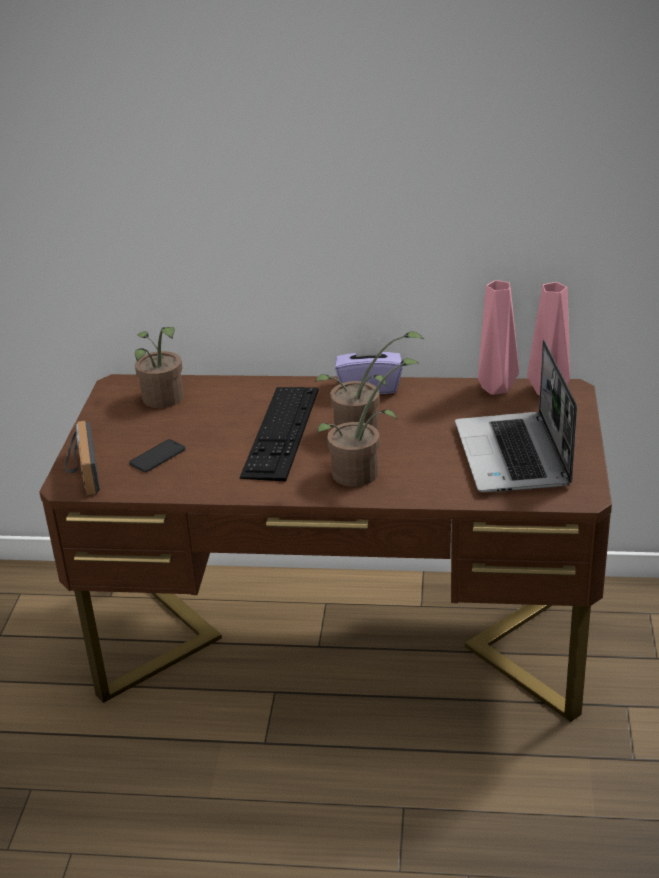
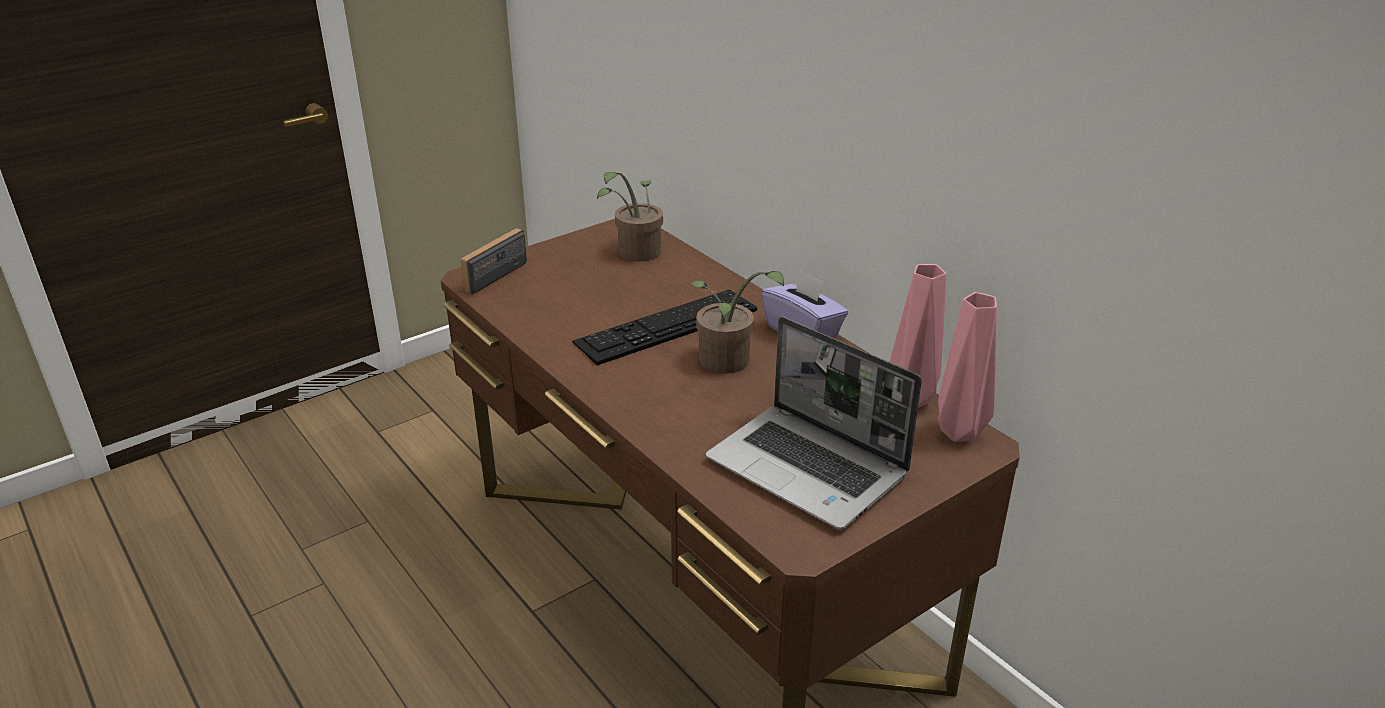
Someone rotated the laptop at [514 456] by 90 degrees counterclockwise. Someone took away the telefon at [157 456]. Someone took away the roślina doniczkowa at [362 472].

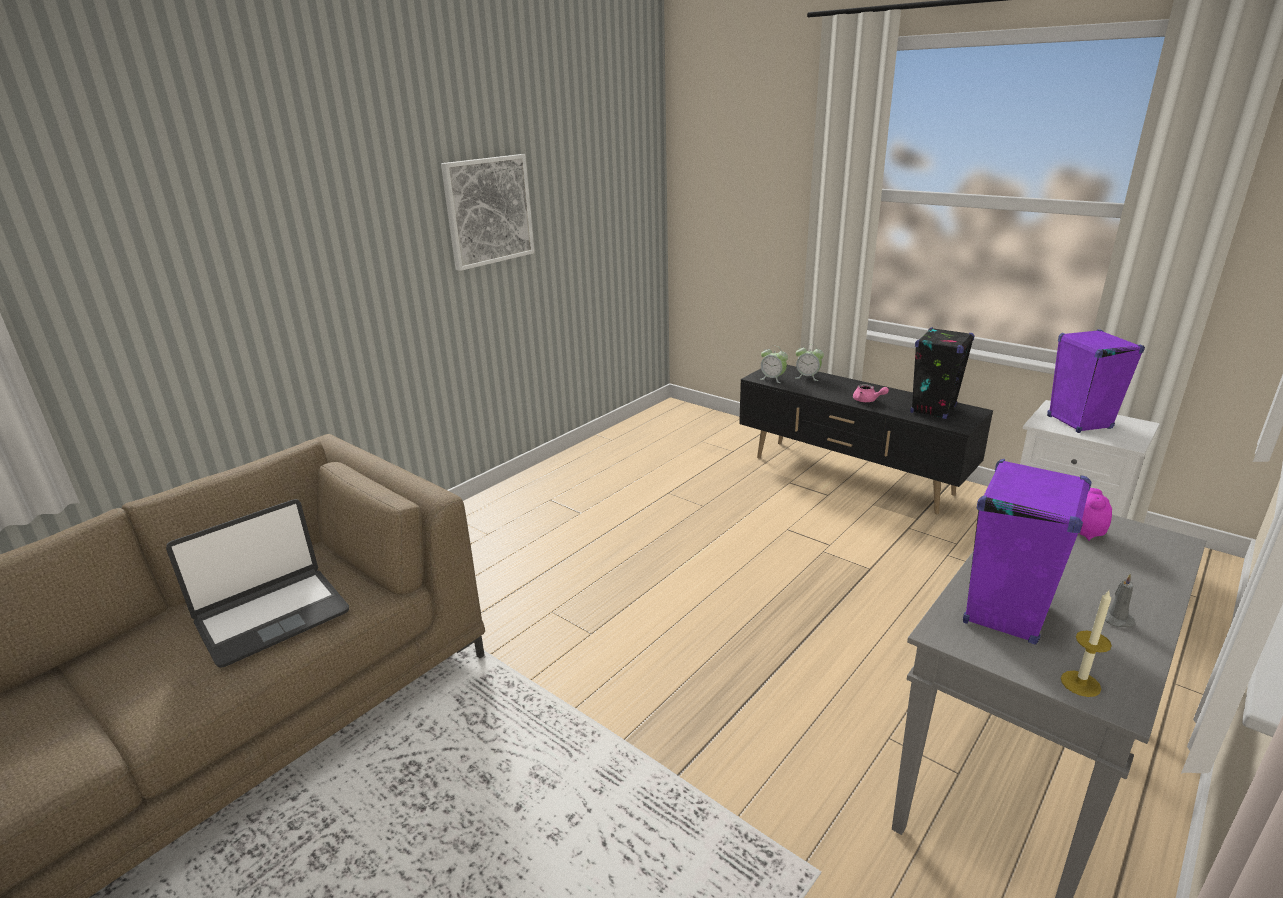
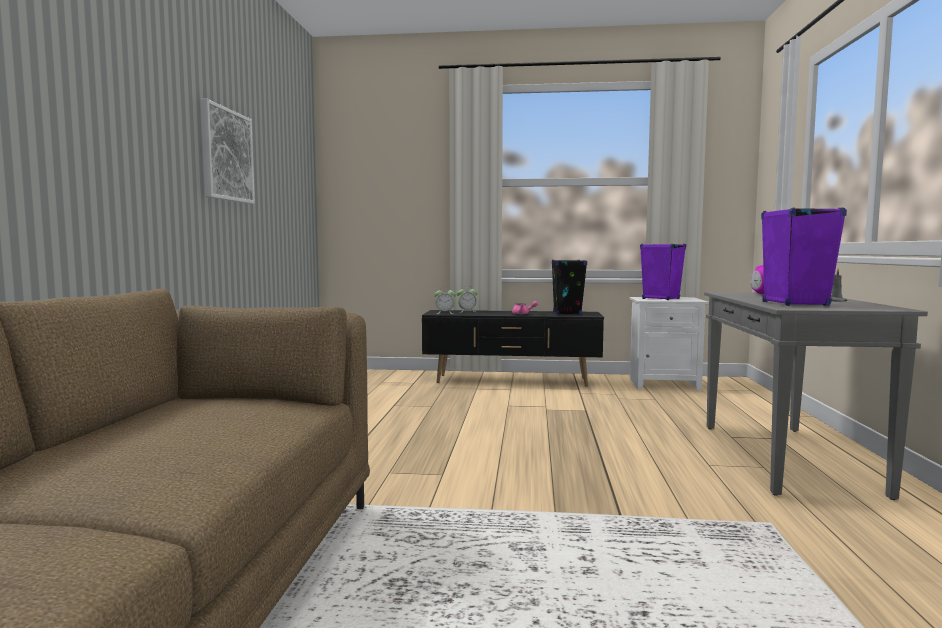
Someone took away the laptop at [272 616]. Someone took away the świeca at [1080 683].

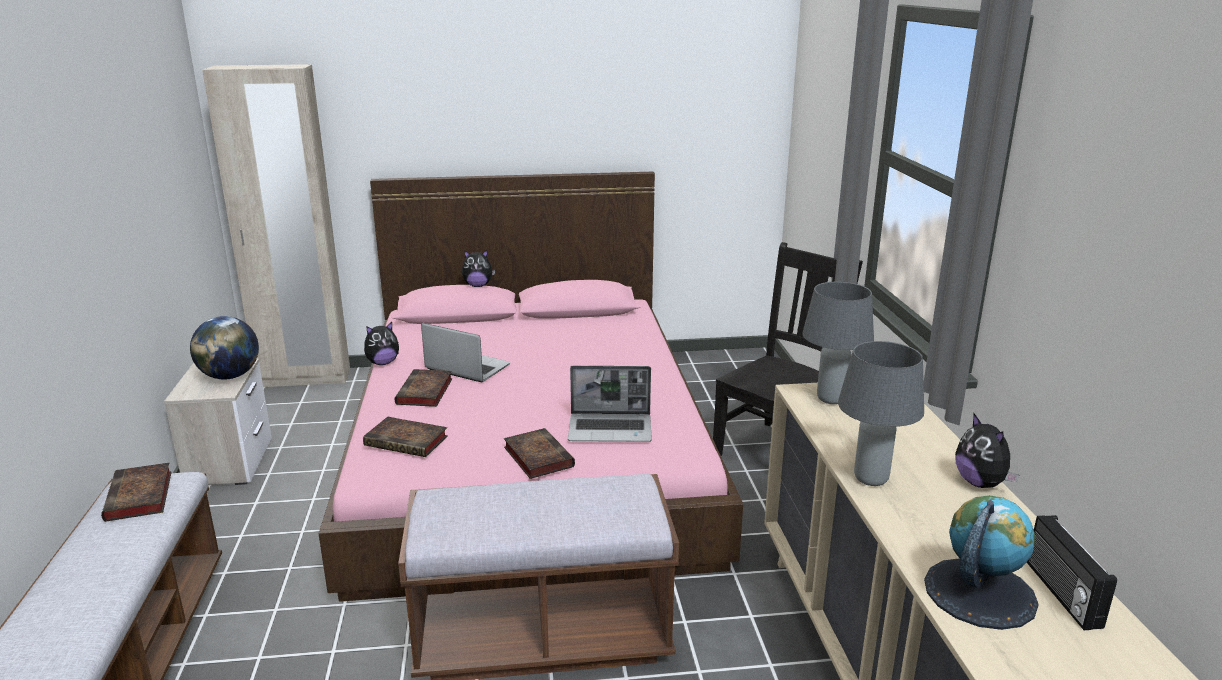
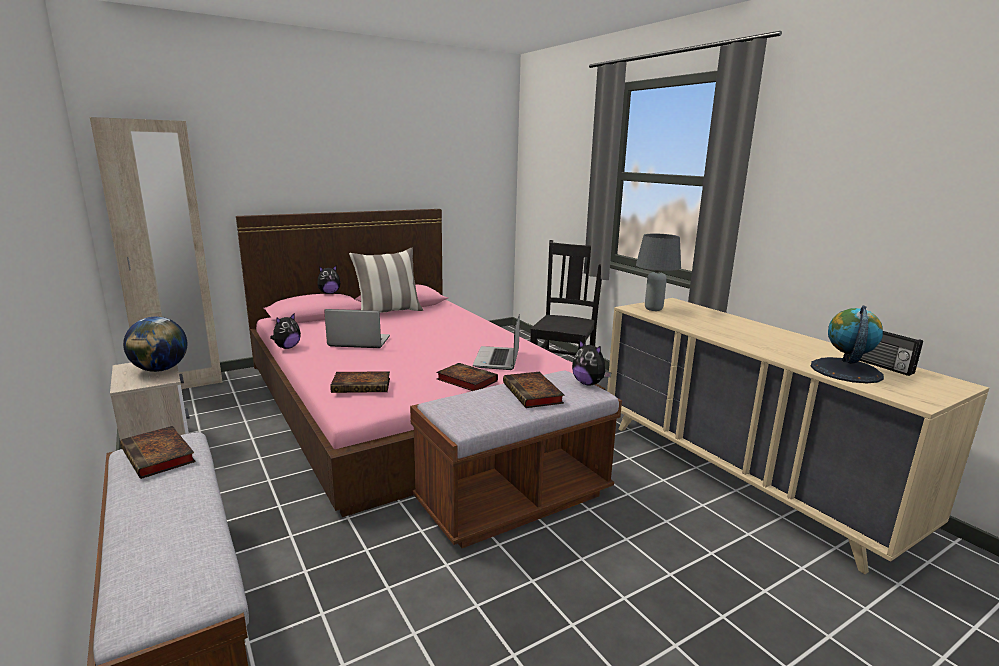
Someone put down the poduszka at [388 312]. Someone rotated the laptop at [611 429] by 120 degrees clockwise. Someone carried the książka from [425 392] to [533 394]. Someone carried the pluszak from [981 483] to [588 383]. Someone took away the lampa stołowa [szary] at [870 478].

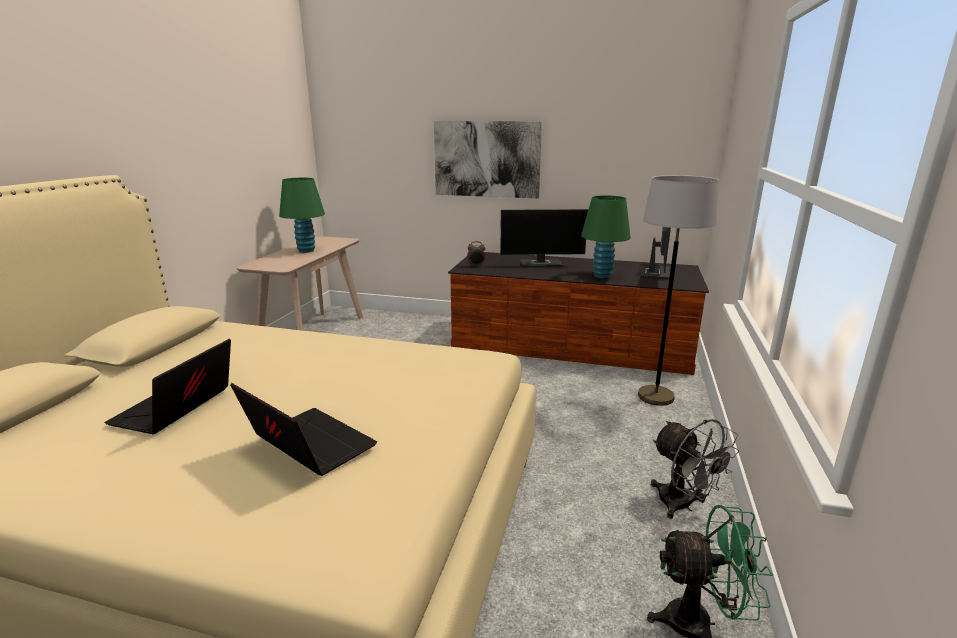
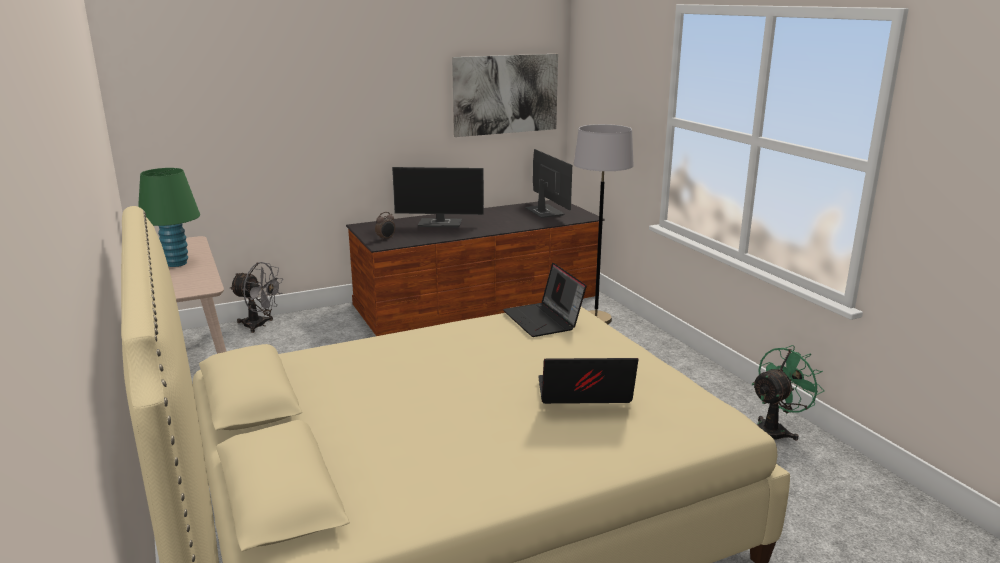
Someone carried the wentylator [szary] from [683 505] to [260 325]. Someone rotated the monitor at [542 264] by 45 degrees clockwise. Someone carried the obraz from [486 159] to [506 94]. Someone carried the laptop from [176 409] to [544 320]. Someone took away the lampa stołowa [zielony] at [602 276].

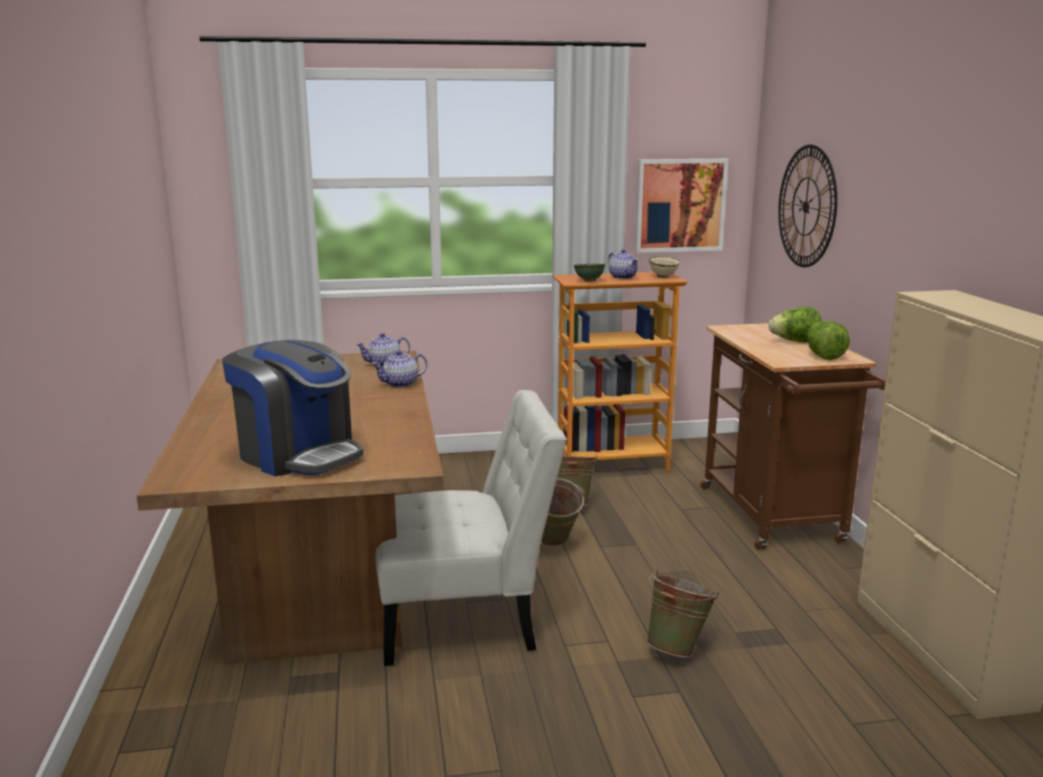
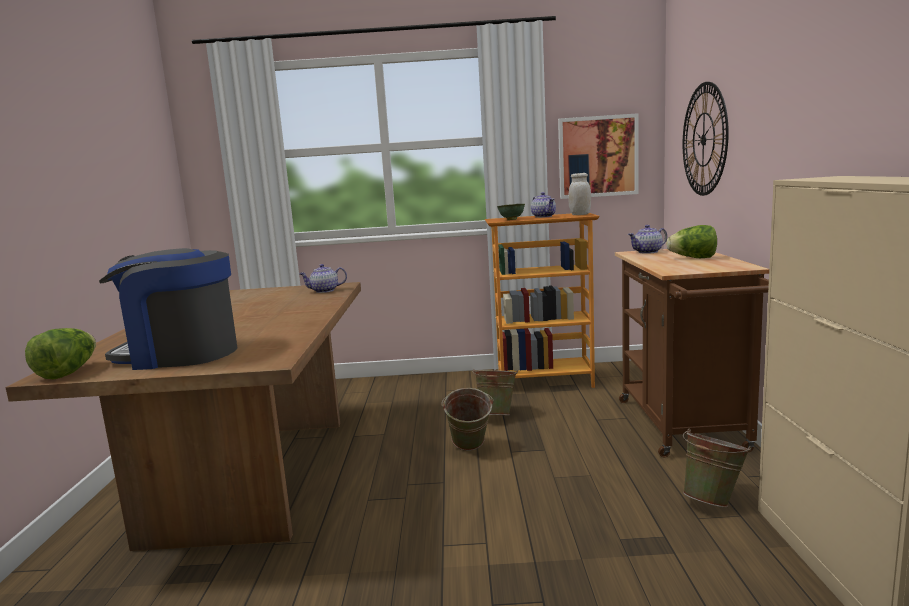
Someone carried the sałata from [823 356] to [68 372]. Someone rotated the ekspres do kawy at [298 455] by 135 degrees clockwise. Someone swapped the miska [beżowy] at [663 277] for the słoik [biały] at [580 214]. Someone carried the imbryk from [400 384] to [647 252]. Someone carried the wiadro [zielony] from [678 648] to [713 500]. Someone took away the krzesło [biały] at [465 619].

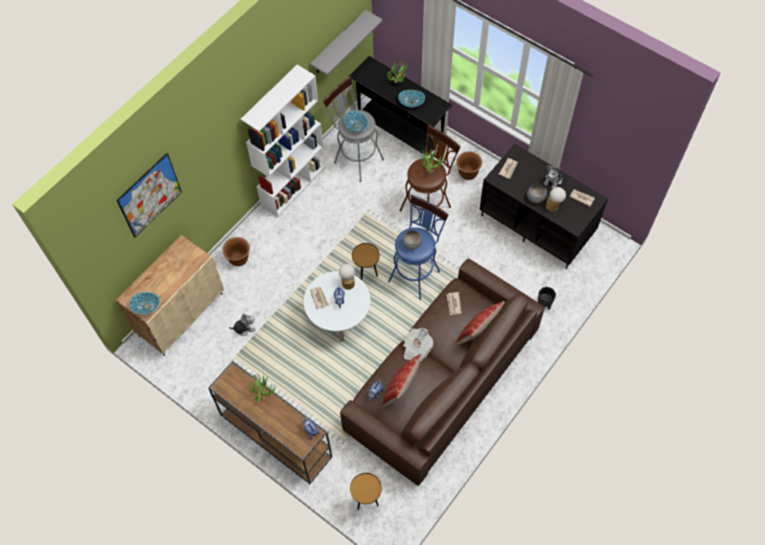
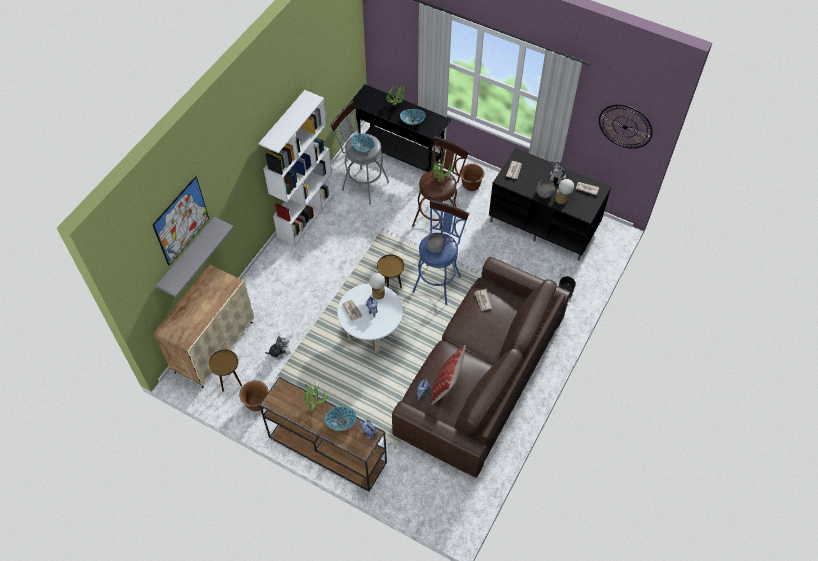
Someone carried the półka [szary] from [338 43] to [188 257]. Someone carried the stolik [brązowy] from [367 501] to [231 383]. Someone carried the donica [brązowy] from [239 259] to [257 403]. Someone carried the miska from [146 306] to [341 422]. Someone put up the zegar ścienny at [625 126]. Someone took away the gazeta at [416 348]. Someone took away the poduszka at [477 333].

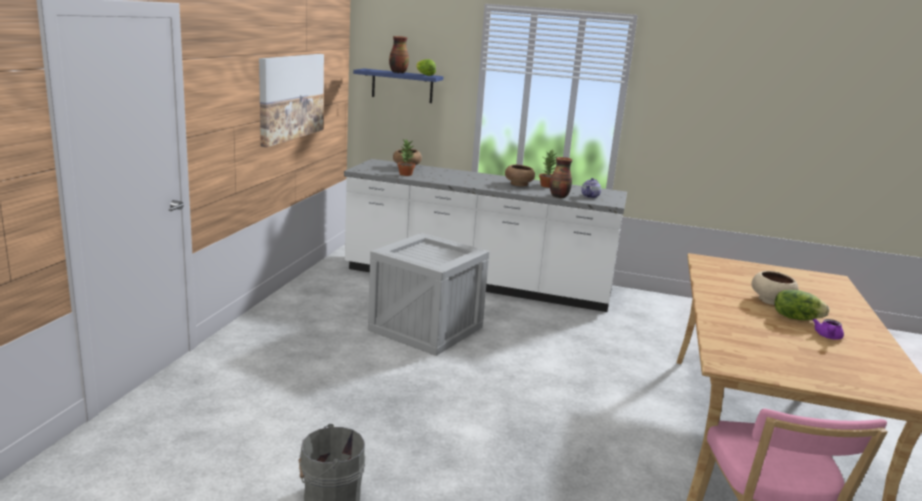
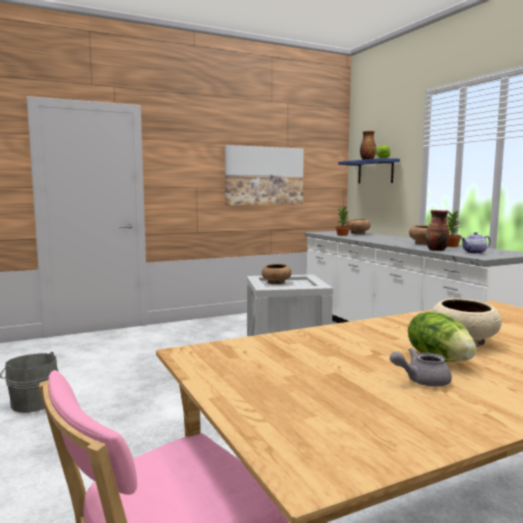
Someone put down the miska [brązowy] at [276 283]. Someone repainted the imbryk [fioletowy] at [827 337], which became the imbryk [szary] at [421 381].

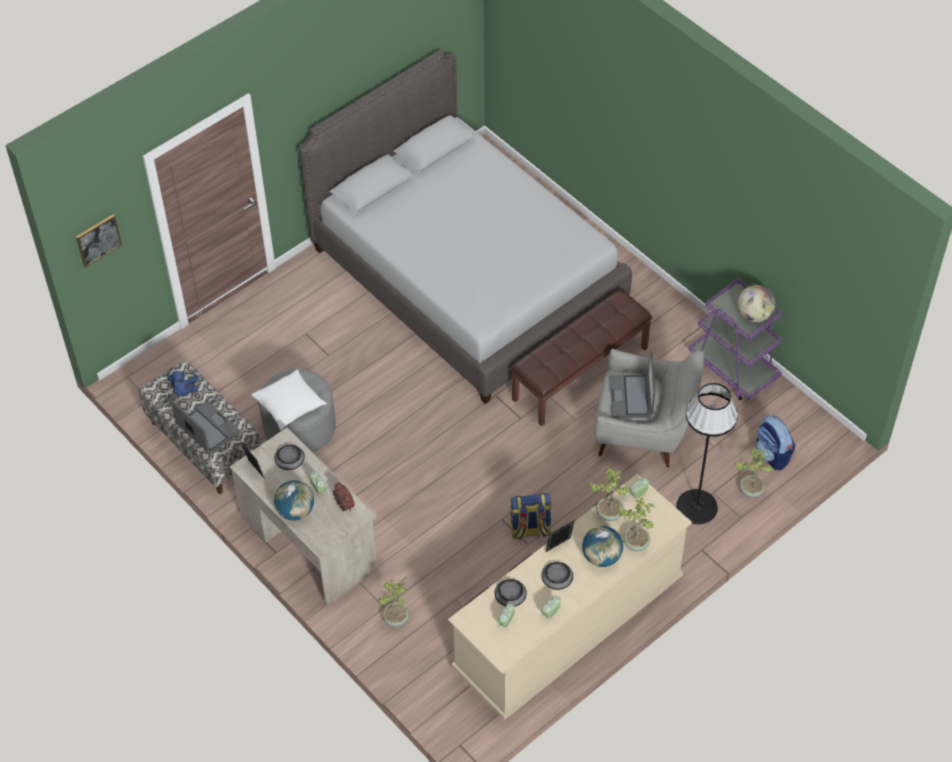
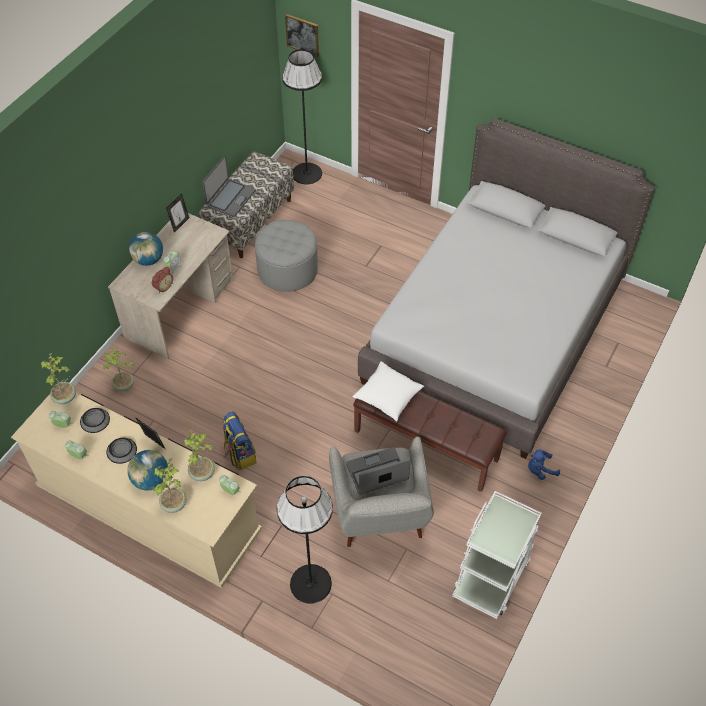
Someone carried the roślina doniczkowa from [751 490] to [65 397]. Someone put down the lampa stojąca [czarny] at [307 173]. Someone carried the poduszka [biały] from [290 406] to [387 397]. Someone repainted the wózek [fioletowy] at [733 368], which became the wózek [biały] at [492 575]. Someone carried the pluszak [niebieski] from [184 390] to [540 470]. Someone took away the miska at [289 457]. Someone took away the globus at [754 315]. Someone took away the plecak at [772 455].

